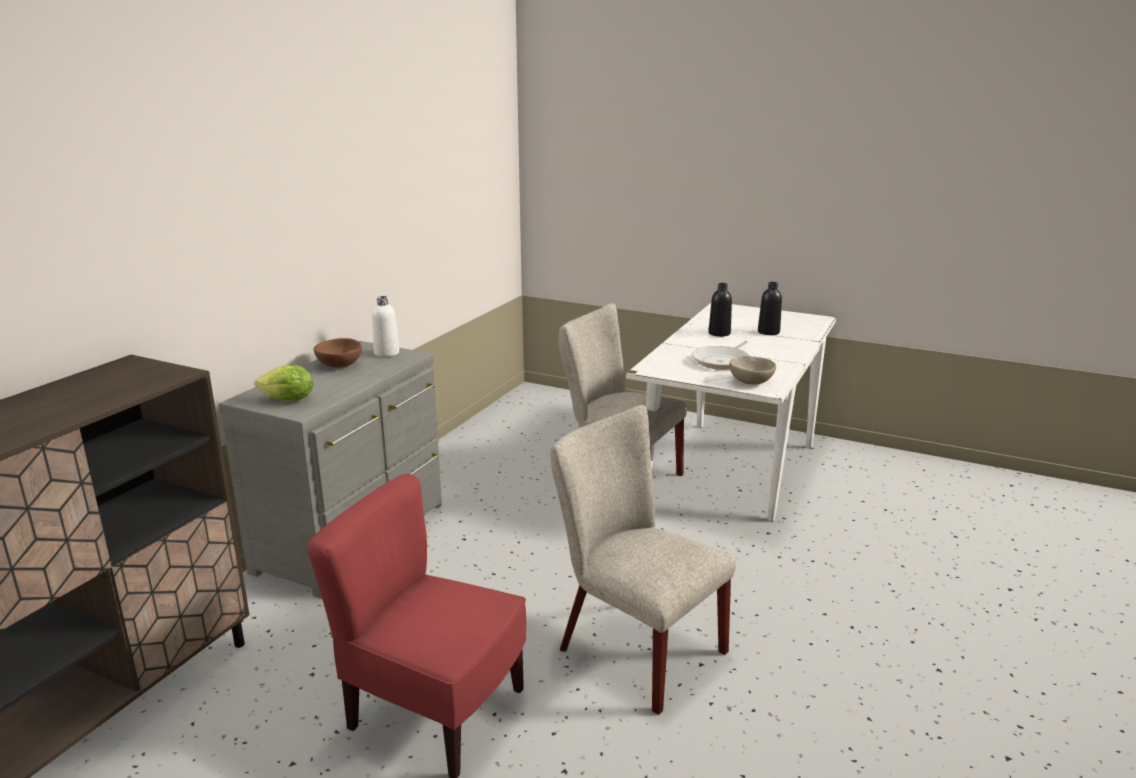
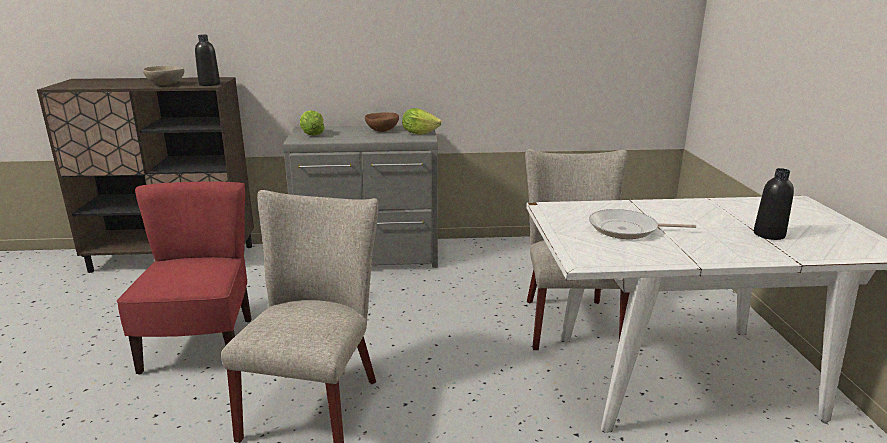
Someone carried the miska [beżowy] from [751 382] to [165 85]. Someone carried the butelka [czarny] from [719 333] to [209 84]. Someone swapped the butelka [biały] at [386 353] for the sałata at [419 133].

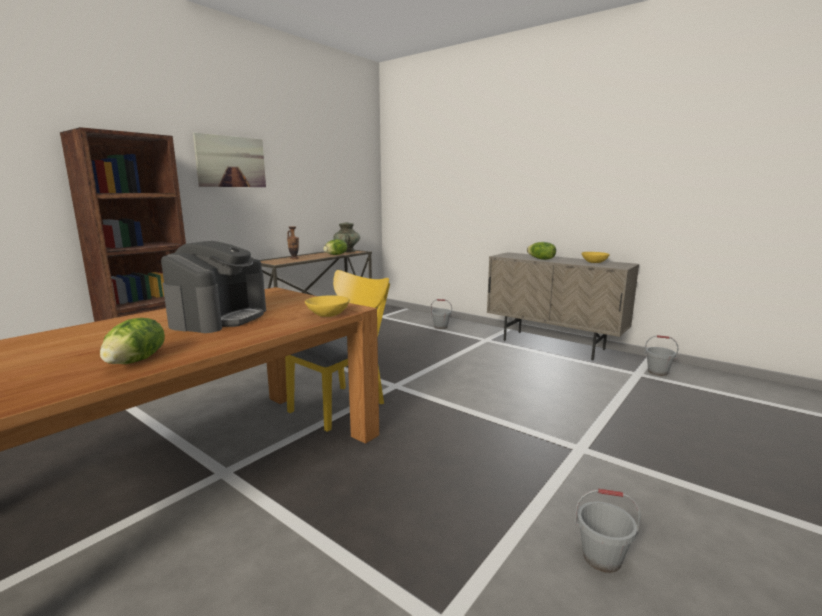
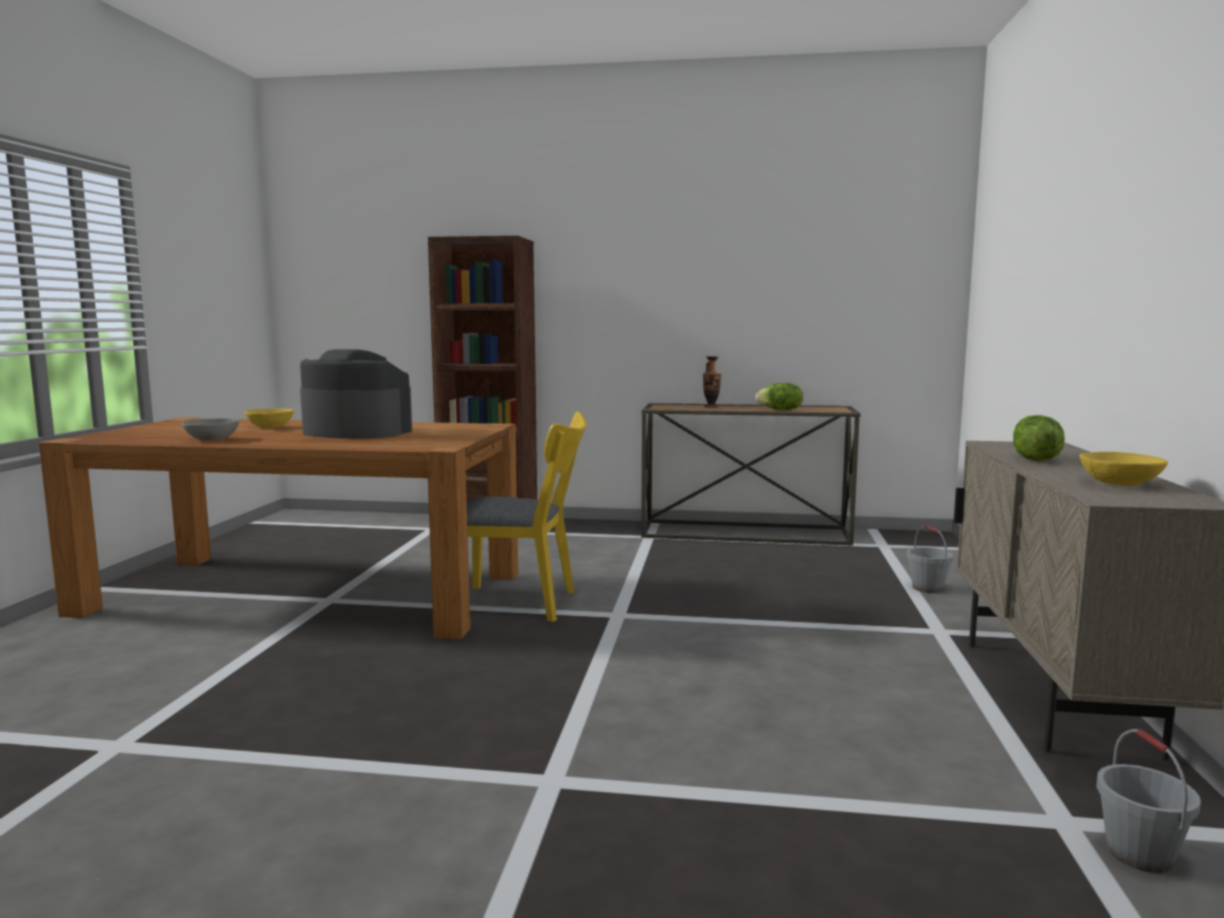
Someone swapped the sałata at [137 361] for the miska [szary] at [212 439]. Someone carried the miska [żółty] from [327 315] to [270 427]. Someone rotated the ekspres do kawy at [220 318] by 150 degrees counterclockwise. Someone took away the obraz at [231 161]. Someone took away the wazon [turkusowy] at [347 251]. Someone took away the wiadro [szary] at [601 558].

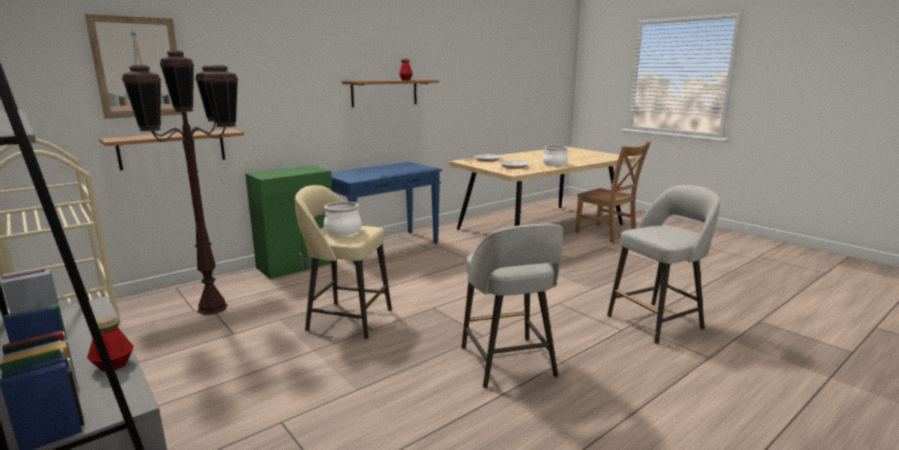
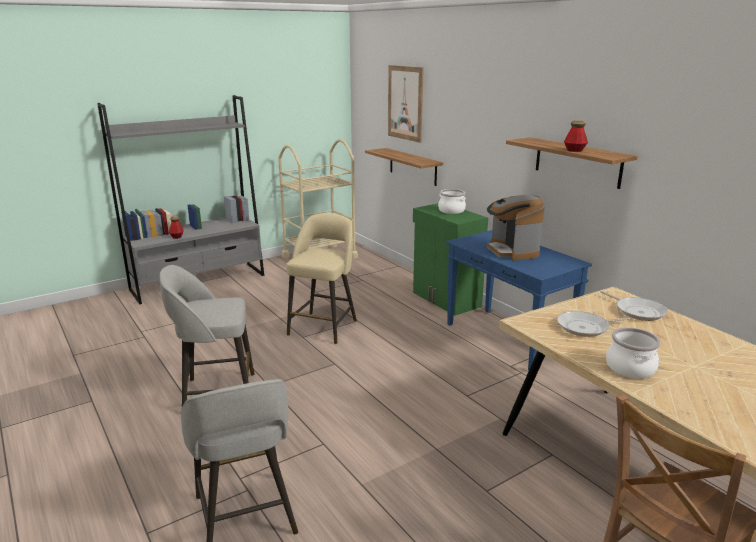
Someone carried the garnek from [342 231] to [451 210]. Someone put down the ekspres do kawy at [512 251]. Someone took away the lampa stojąca [brązowy] at [212 308].

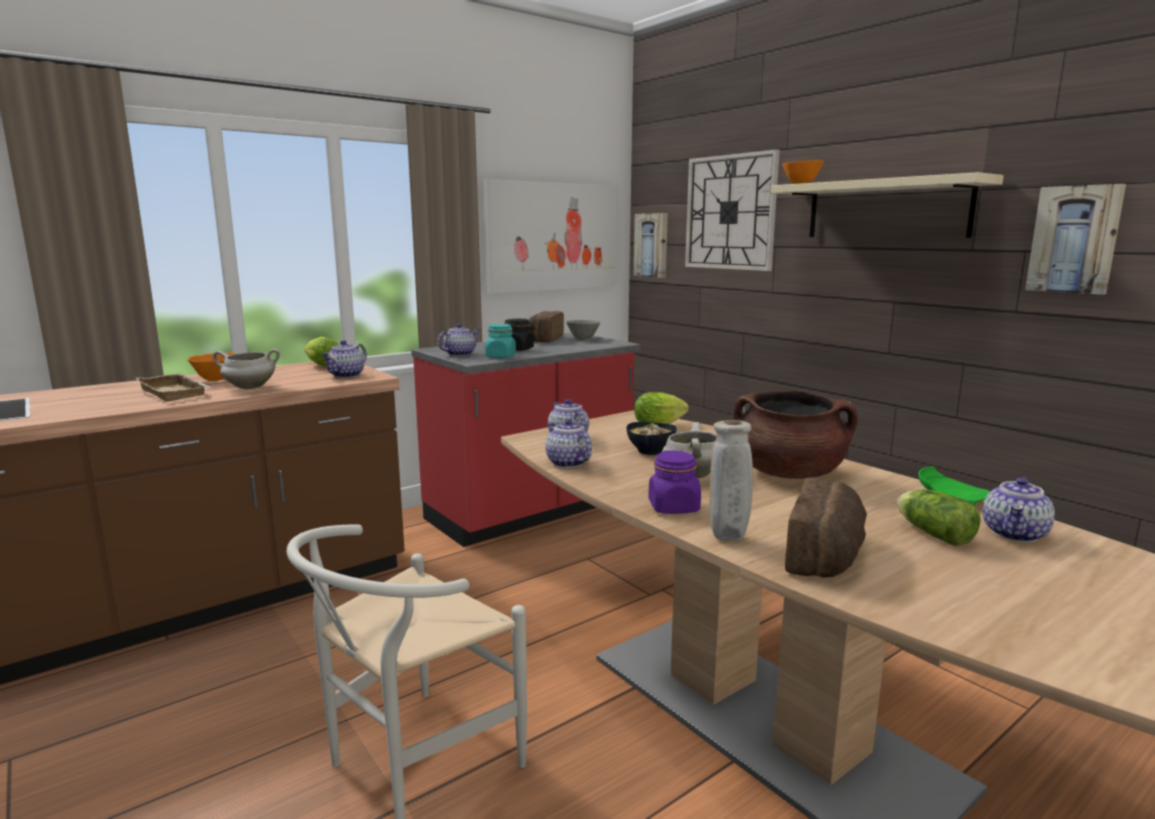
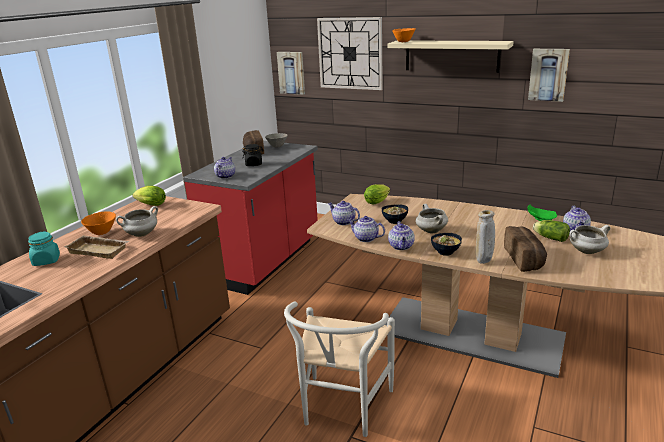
Someone carried the słoik [turkusowy] from [500 356] to [46 261]. Someone carried the imbryk from [346 375] to [401 247]. Someone swapped the słoik [fioletowy] at [674 507] for the miska at [444 252]. Someone put down the garnek [biały] at [586 252]. Someone took away the obraz at [552 237]. Someone took away the garnek [brązowy] at [788 474].

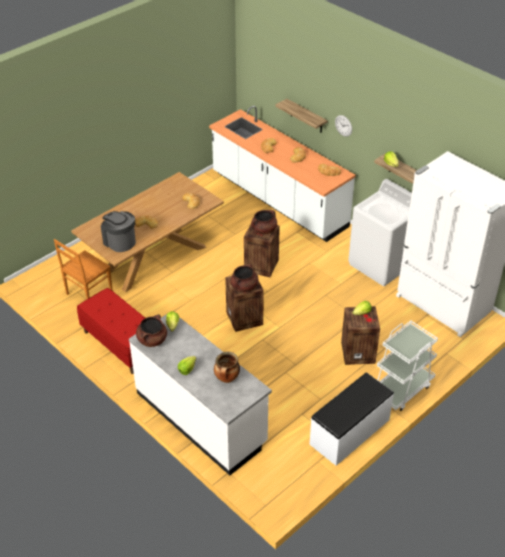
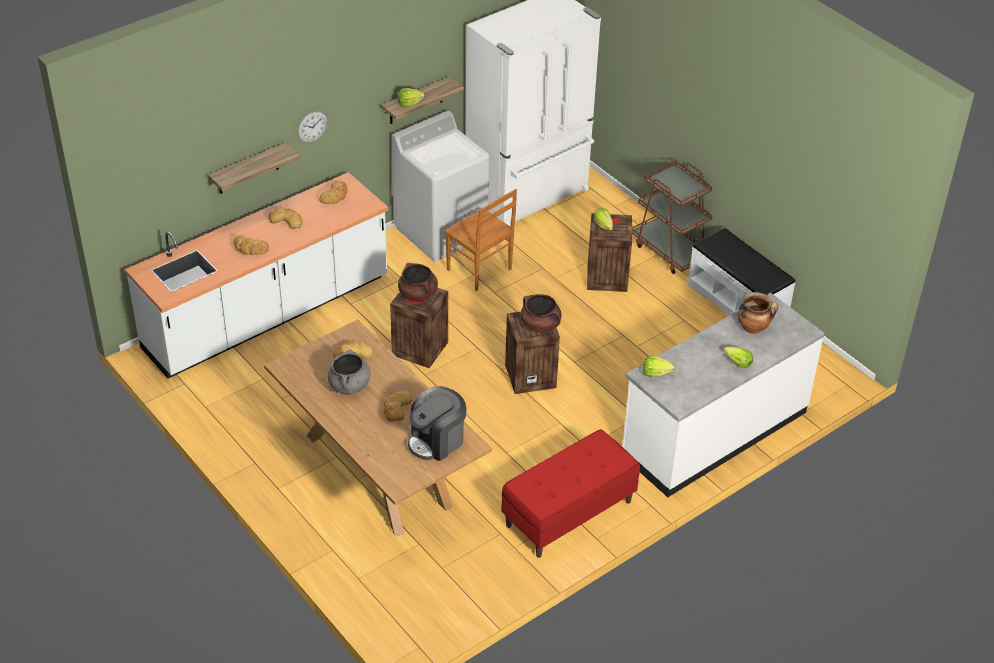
Someone put down the garnek [szary] at [349 386]. Someone carried the krzesło [brązowy] from [88 294] to [480 270]. Someone repainted the wózek [biały] at [401 388], which became the wózek [brązowy] at [670 251]. Someone took away the garnek [brązowy] at [152 340].

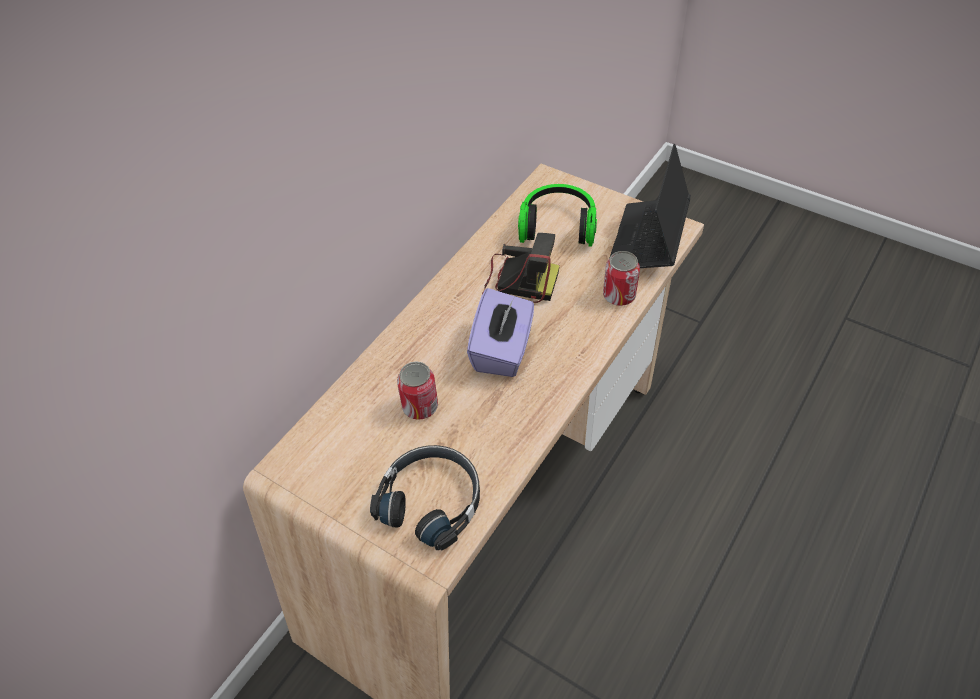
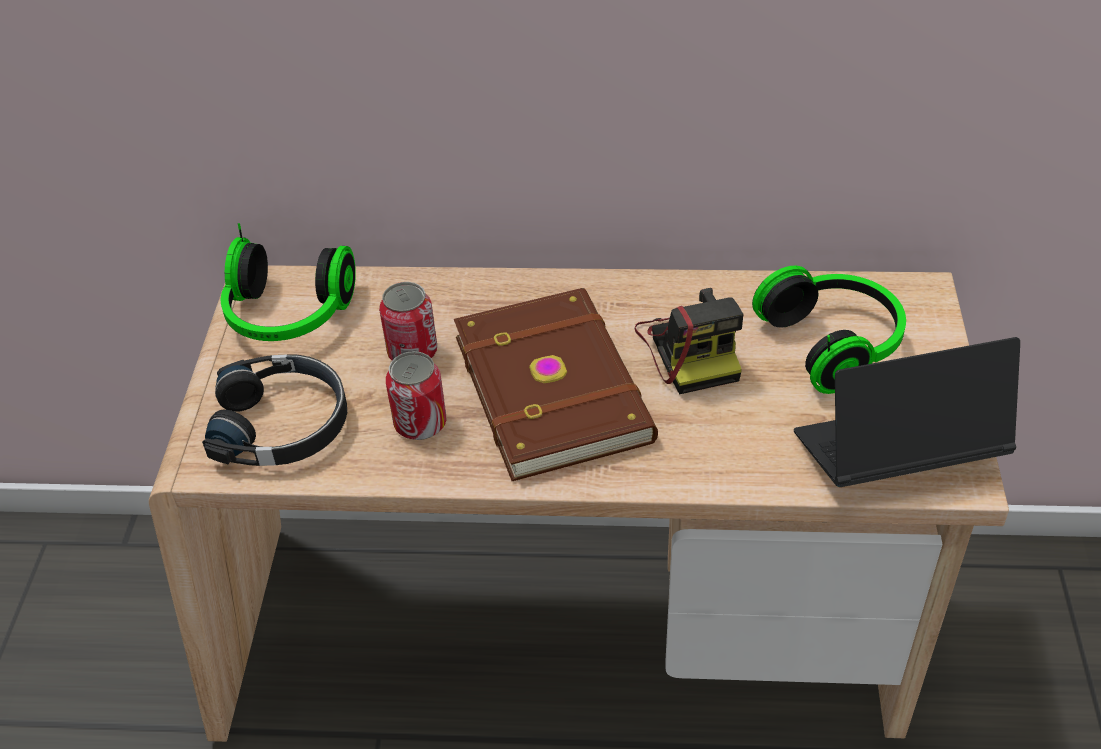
Someone put down the słuchawki at [287 316]. Someone carried the puszka from [619 295] to [420 423]. Someone swapped the pudełko chusteczek [fioletowy] at [502 350] for the książka [brązowy] at [555 386].

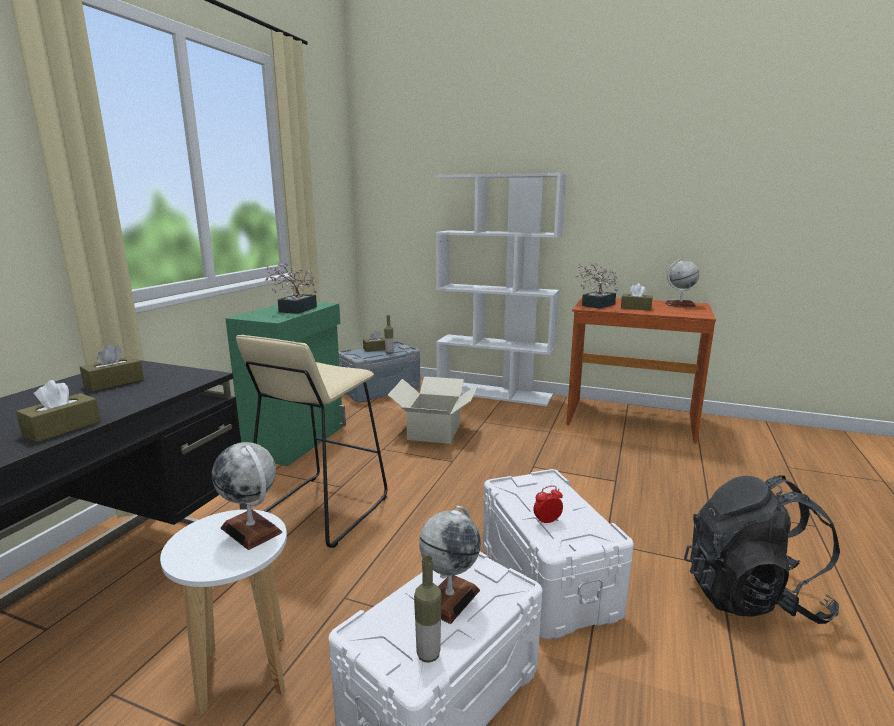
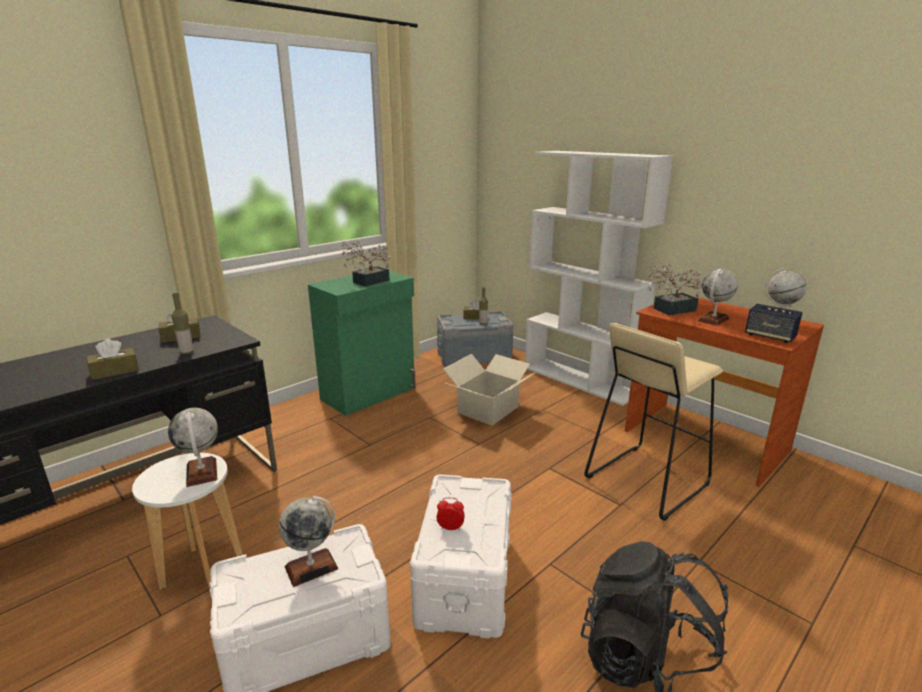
Someone carried the butelka from [428 654] to [187 352]. Someone carried the stołek [beżowy] from [320 509] to [646 480]. Someone swapped the pudełko chusteczek [brązowy] at [635 308] for the globus at [713 319]. Someone put down the głośnik at [770 336].

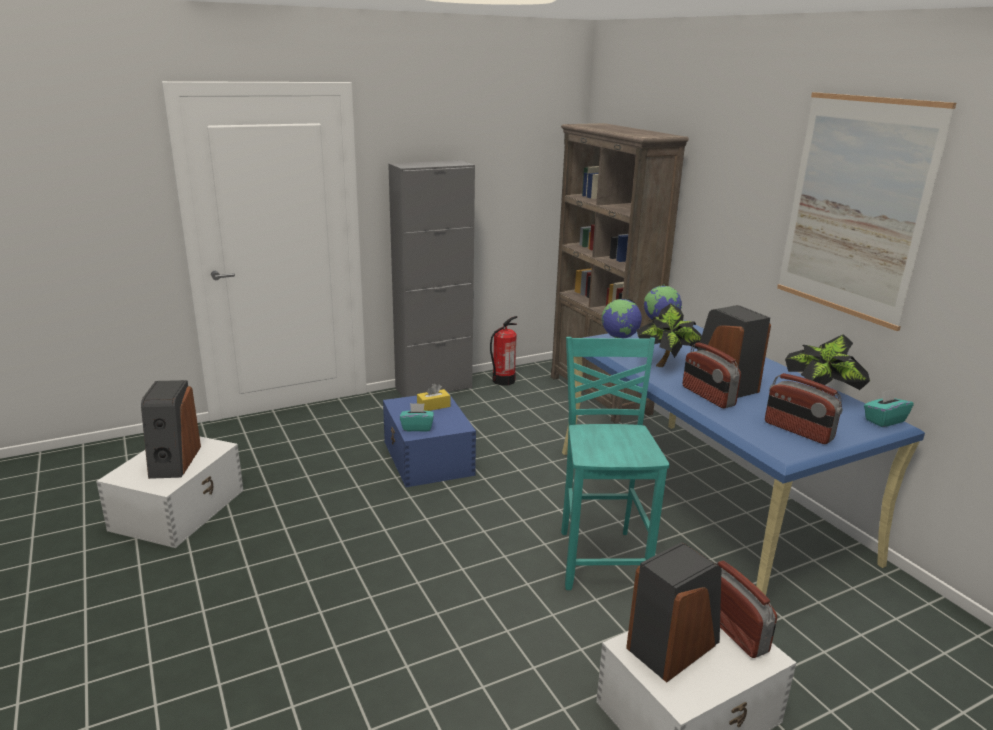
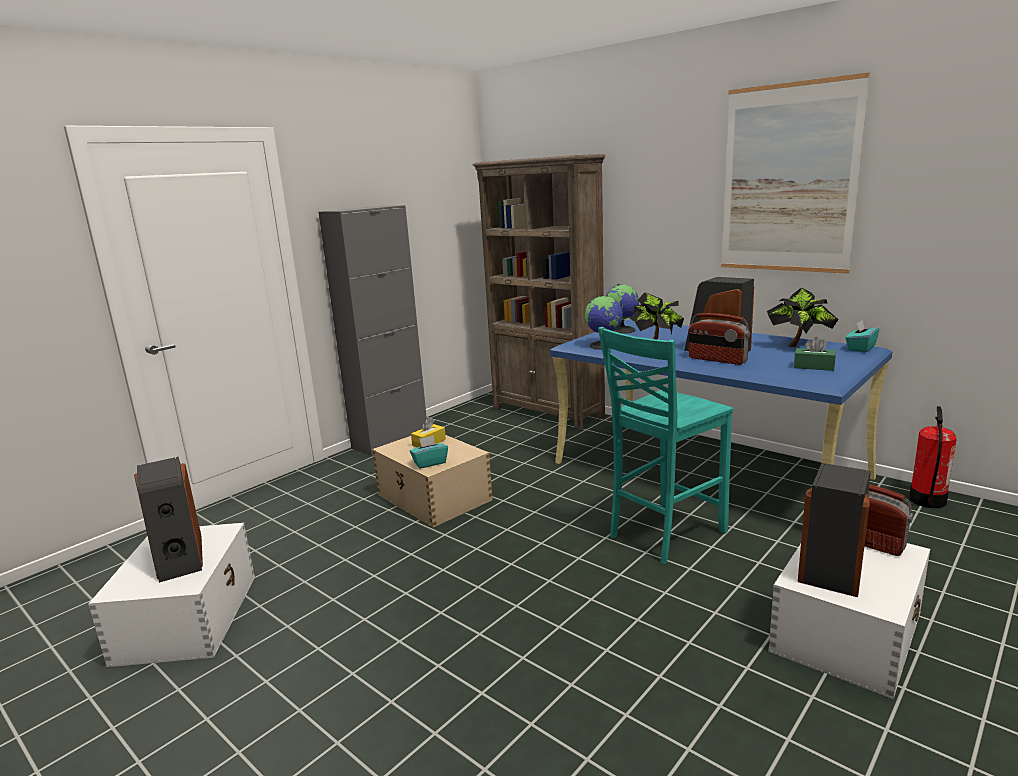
Someone repainted the pojemnik do przechowywania [niebieski] at [428 458], which became the pojemnik do przechowywania [beżowy] at [434 498]. Someone rotated the krzesło [turkusowy] at [601 558] by 105 degrees counterclockwise. Someone swapped the radio at [798 431] for the pudełko chusteczek [zielony] at [814 366]. Someone carried the gaśnica from [503 380] to [927 500].

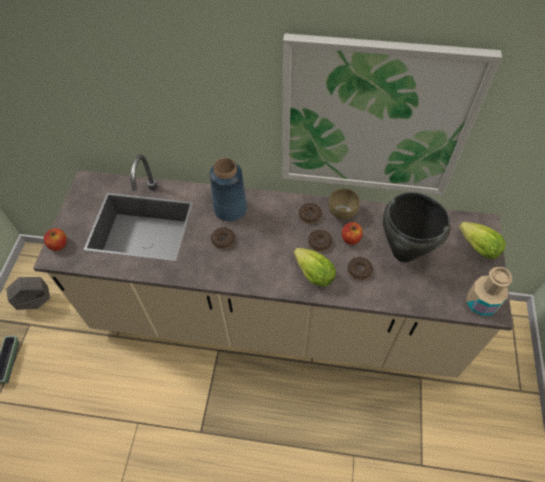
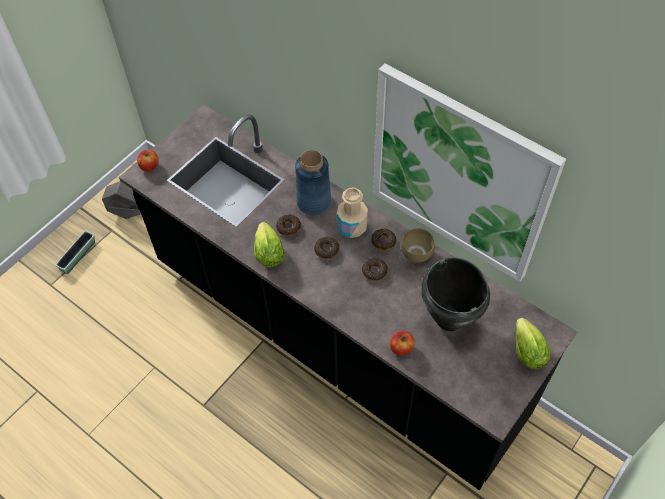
Someone repainted the zabudowa kuchenna [beżowy] at [274 319], which became the zabudowa kuchenna [czarny] at [335 338]. Someone carried the sałata from [312 272] to [268 251]. Someone carried the donut from [359 270] to [326 250]. Someone carried the butelka [beżowy] from [481 303] to [352 227]. Someone carried the jabłko from [350 238] to [401 348].

